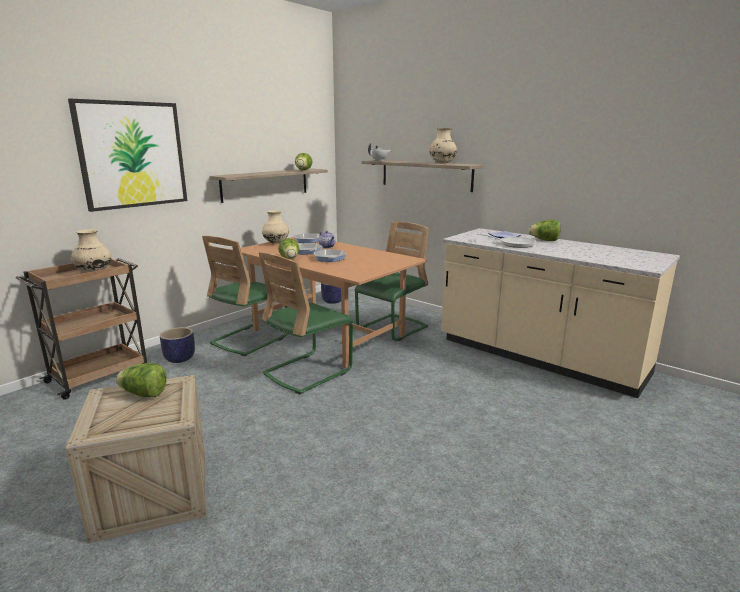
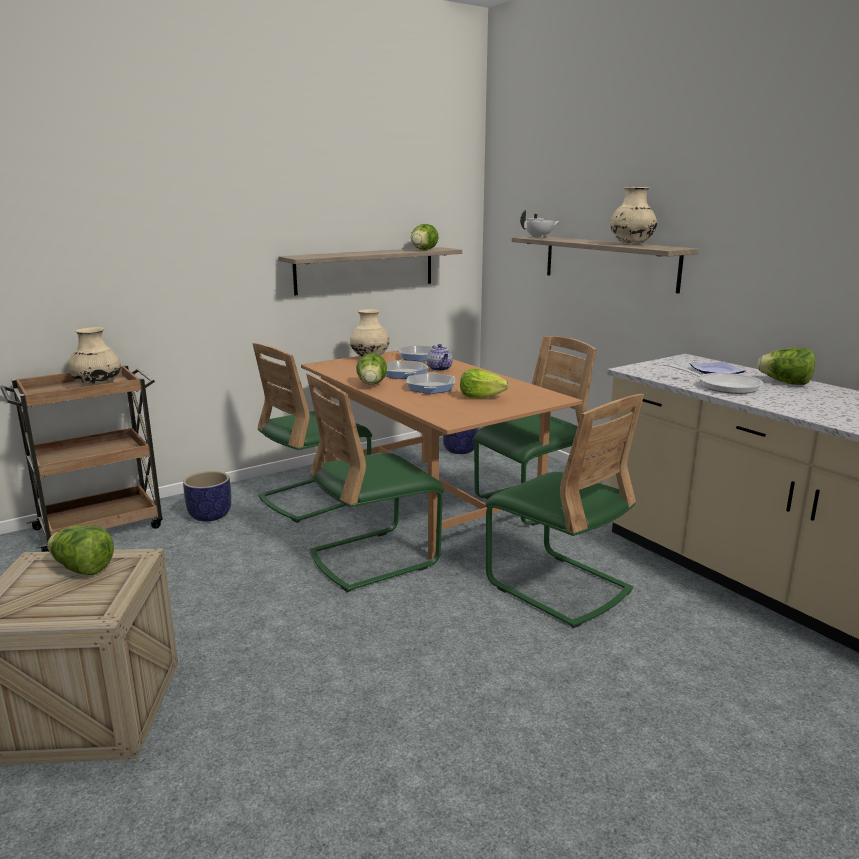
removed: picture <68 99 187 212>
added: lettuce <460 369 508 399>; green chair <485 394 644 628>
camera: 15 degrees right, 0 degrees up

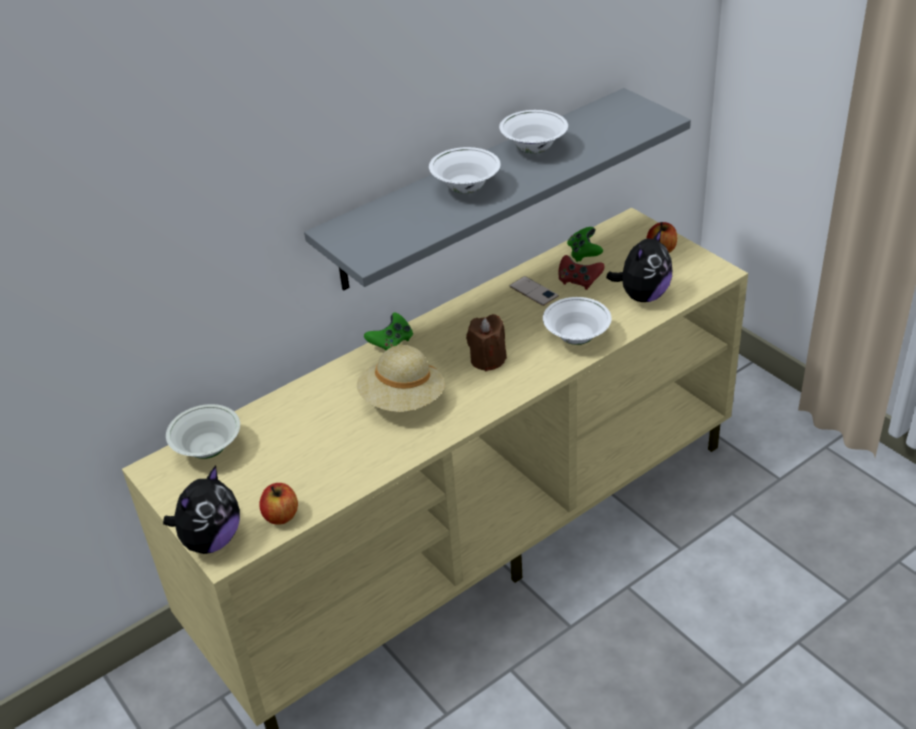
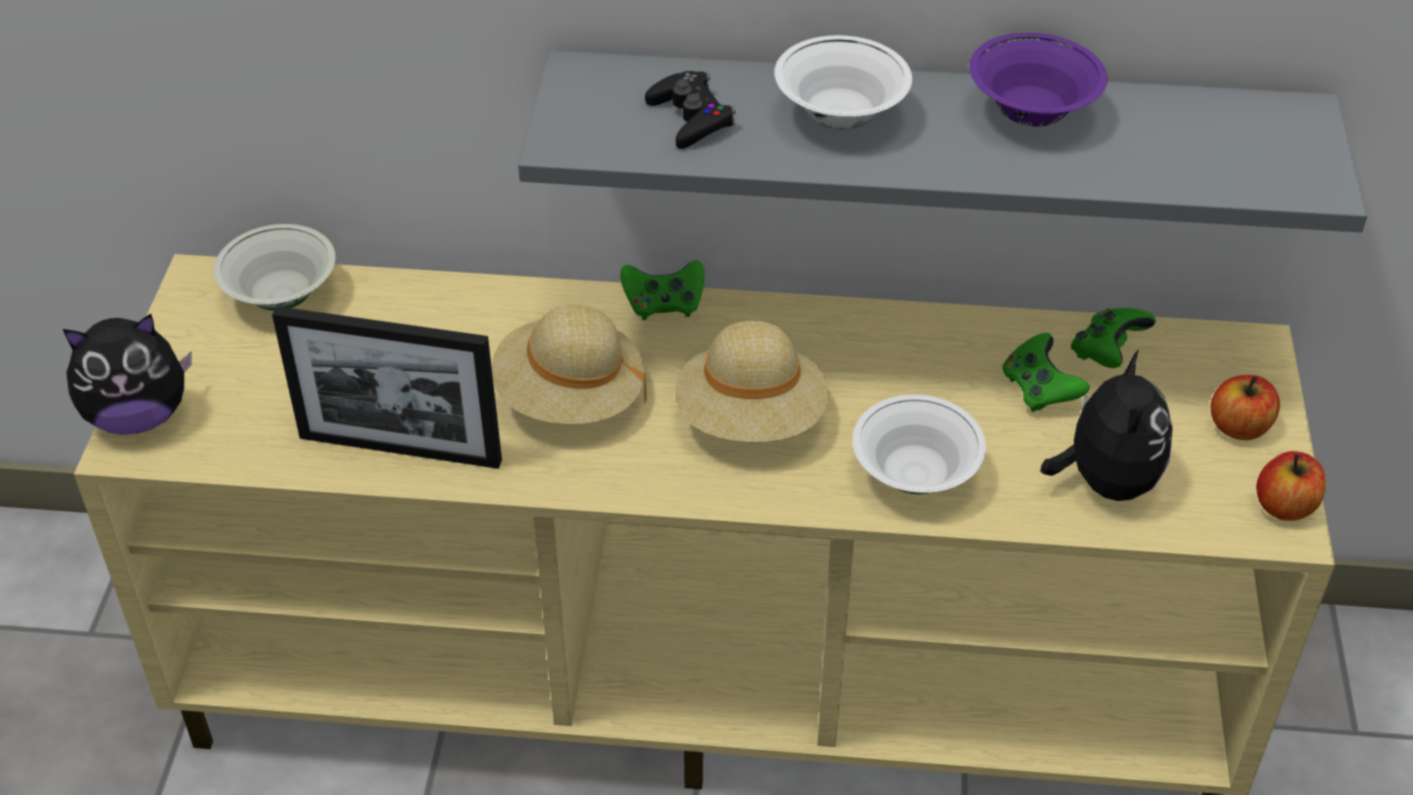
removed: phone <509 276 559 306>
added: black game controller <645 71 735 149>; picture frame <272 306 502 469>
moved: apple <259 483 298 525> to <1256 451 1326 521>
replaced: brown candle <466 314 507 371> to beige hat <675 321 829 442>
recoloured: white bowl <499 110 568 153> to purple bowl <969 33 1107 126>; red game controller <559 255 605 290> to green game controller <1003 333 1090 412>
turned: plush toy <606 229 672 302> = <1040 349 1173 501> 75 degrees counterclockwise
camera: 40 degrees right, 5 degrees up

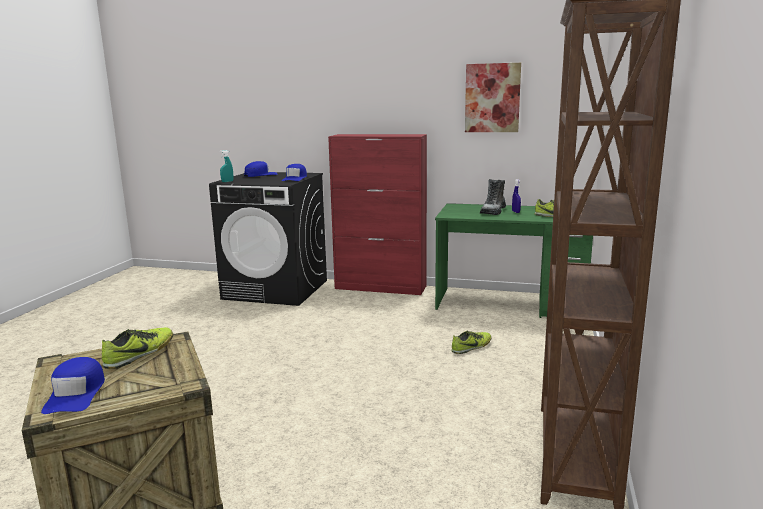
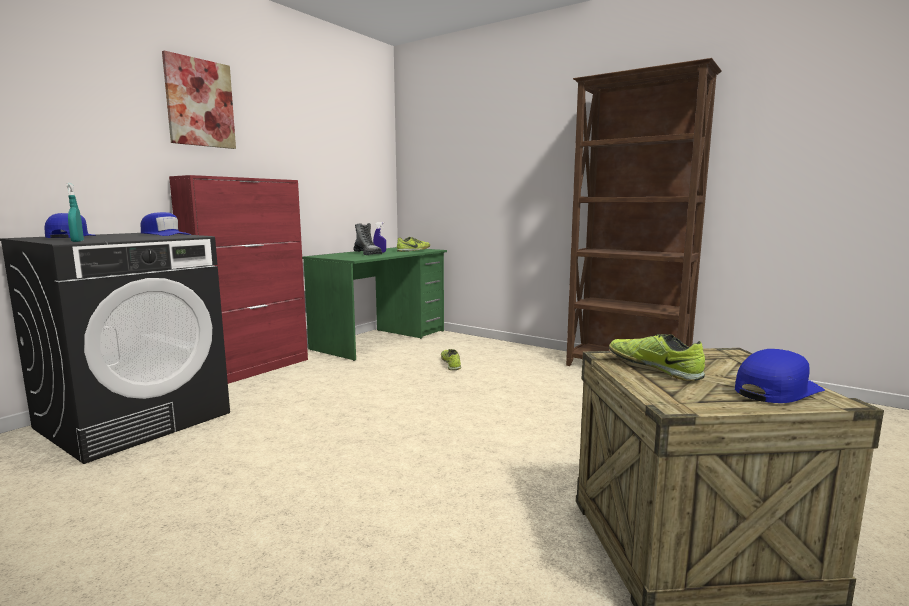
moved: picture <465 63 521 132> to <162 51 236 149>
turned: blue cap <41 357 105 414> = <735 349 825 403> 45 degrees counterclockwise
camera: 70 degrees left, 5 degrees down

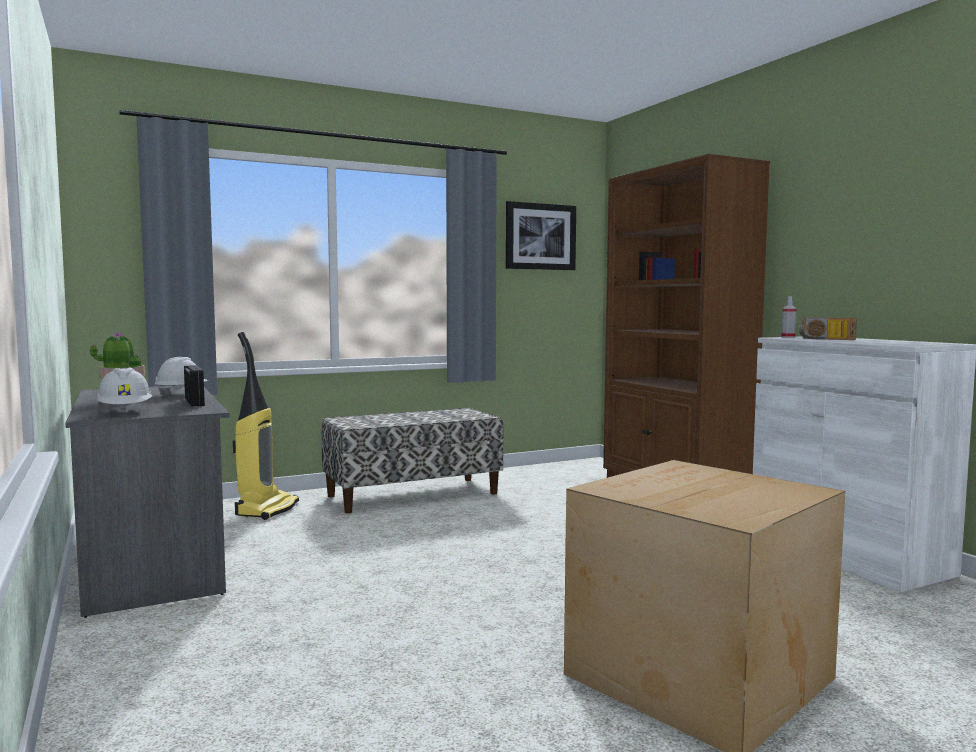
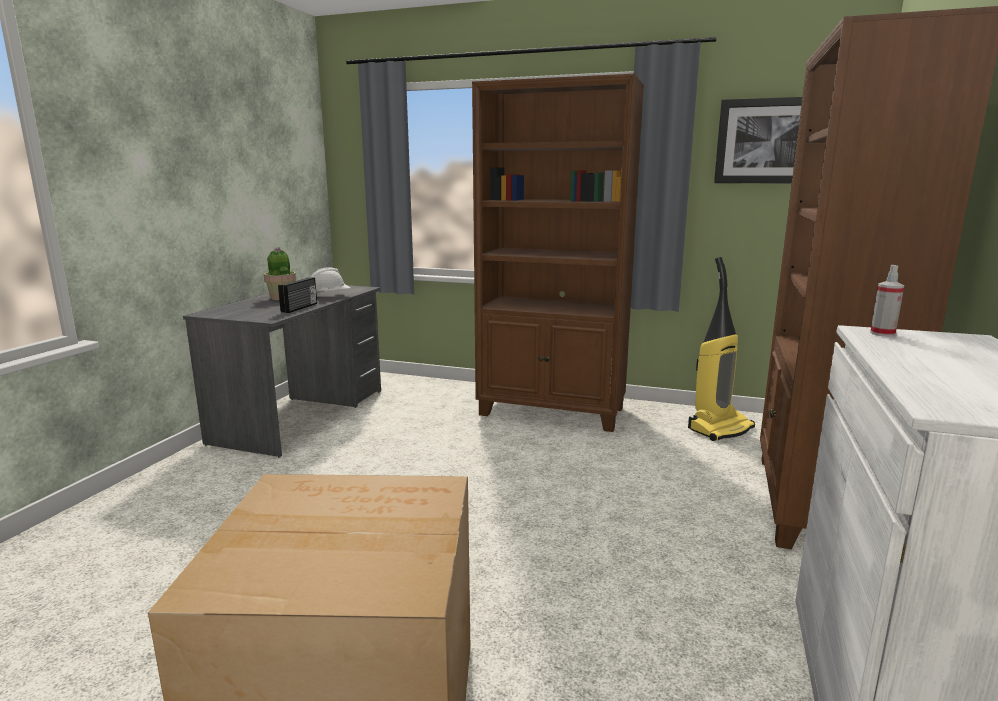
removed: radio <799 317 857 340>; white hard hat <96 368 152 408>
moved: vacuum cleaner <233 332 299 520> to <688 257 755 441>
replaced: bench <321 408 504 513> to brown bookcase <472 74 644 432>
camera: 45 degrees right, 10 degrees up

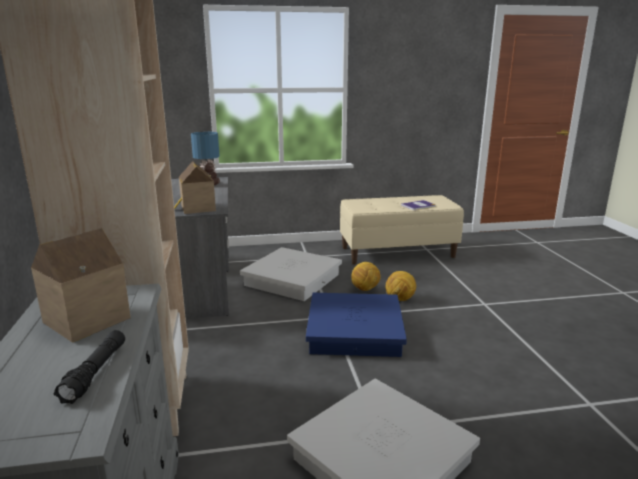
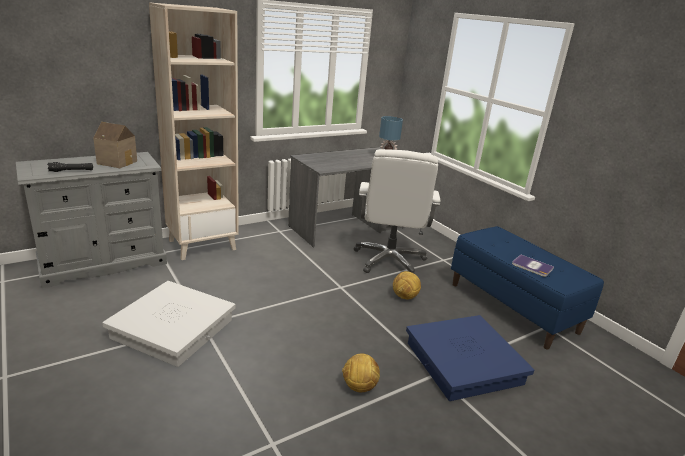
removed: toy house <174 161 216 214>
moved: football <386 271 416 301> to <342 354 380 392>; blue storage box <306 293 407 357> to <406 315 534 401>
replaced: white storage box <240 247 342 301> to white office chair <354 149 441 274>
recoloured: beige bench <340 195 464 265> to blue bench <451 226 604 350>
camera: 65 degrees right, 5 degrees up

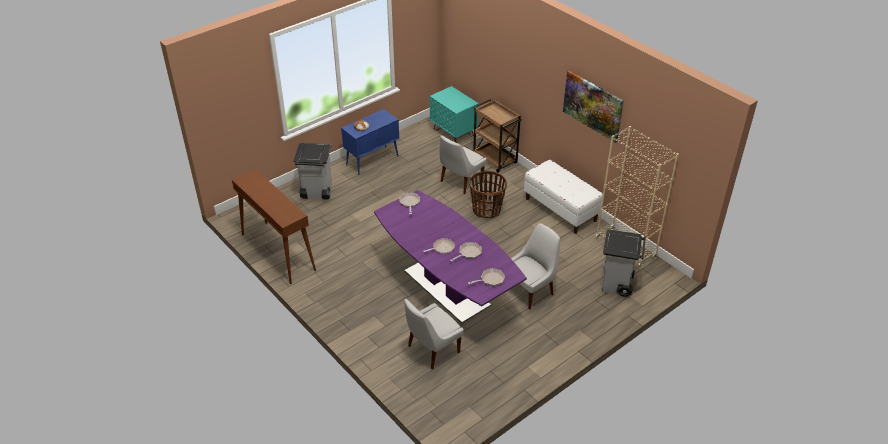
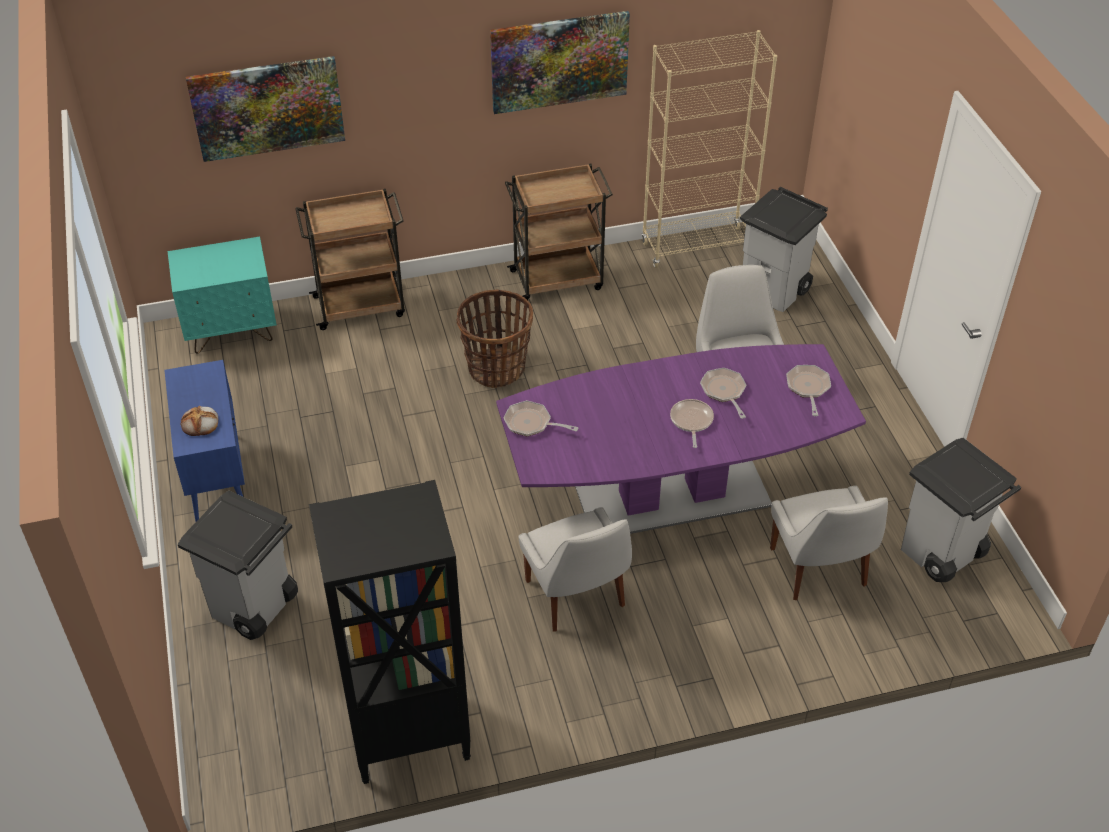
added: picture <186 56 345 162>; grey trash can <901 438 1021 582>
moved: white chair <440 135 487 194> to <518 507 632 632>
replaced: white bench <524 160 603 234> to brown cart <505 164 613 300>; brown console table <232 169 316 284> to black bookcase <309 480 471 784>
camera: 65 degrees left, 5 degrees up

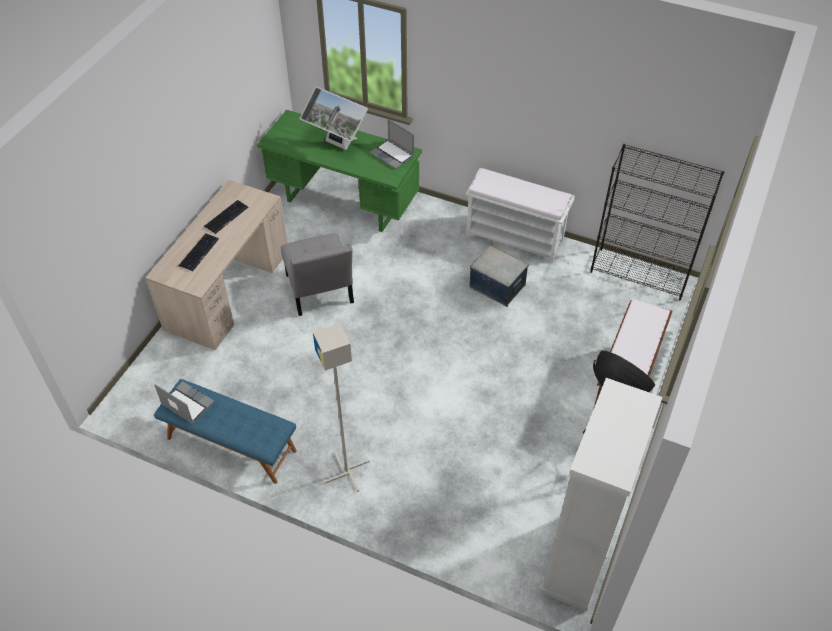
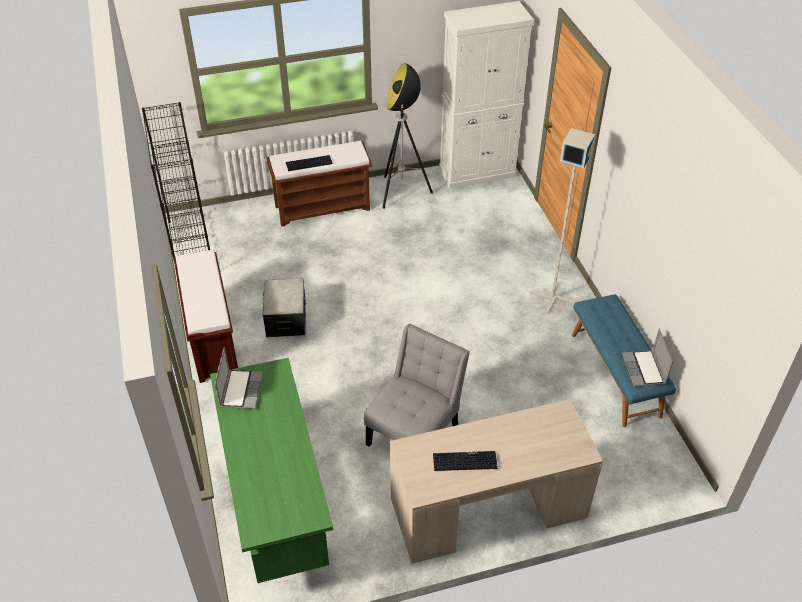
removed: monitor <300 86 368 150>
moved: keyboard <179 233 219 271> to <286 155 333 171>
recoloured: white bench <465 168 575 263> to brown bench <174 250 238 383>
camera: 130 degrees left, 5 degrees down

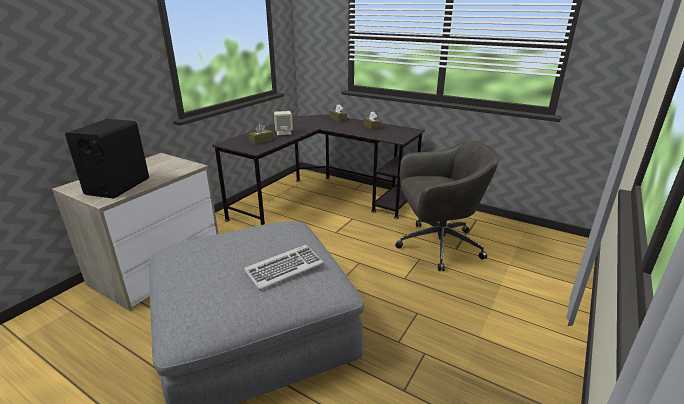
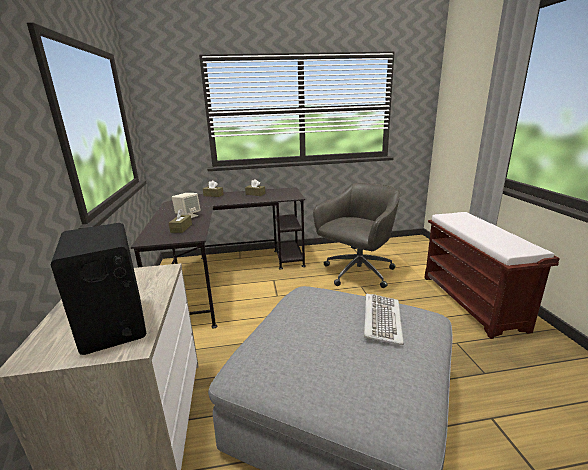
added: brown bench <424 212 560 339>
camera: 40 degrees left, 5 degrees down

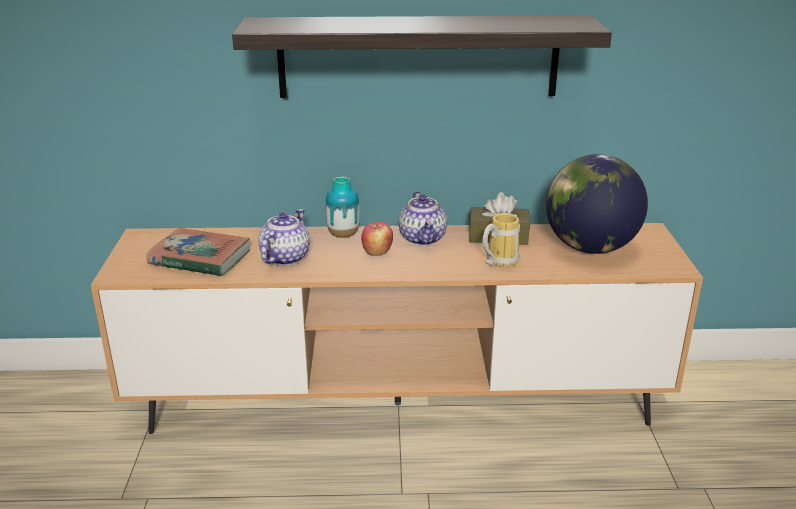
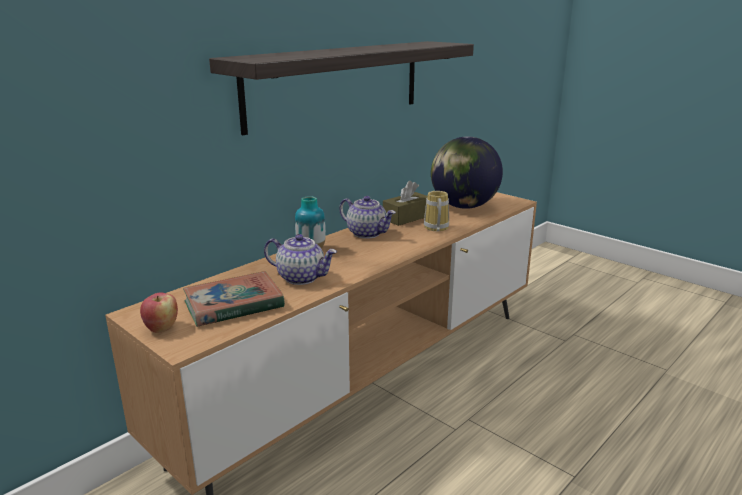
moved: apple <361 222 393 256> to <140 292 178 333>
turned: teapot <258 209 310 266> = <264 234 337 285> 135 degrees clockwise
camera: 45 degrees left, 5 degrees down

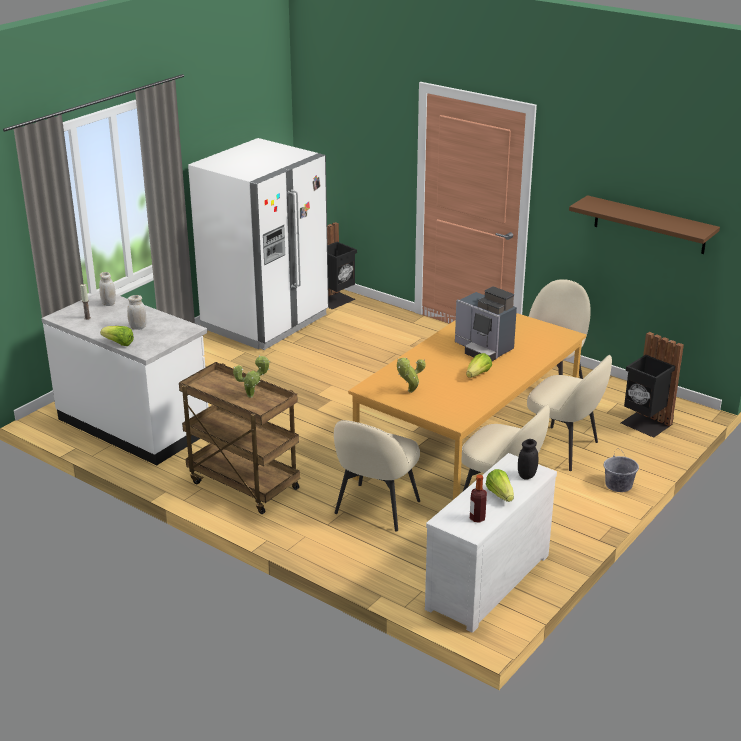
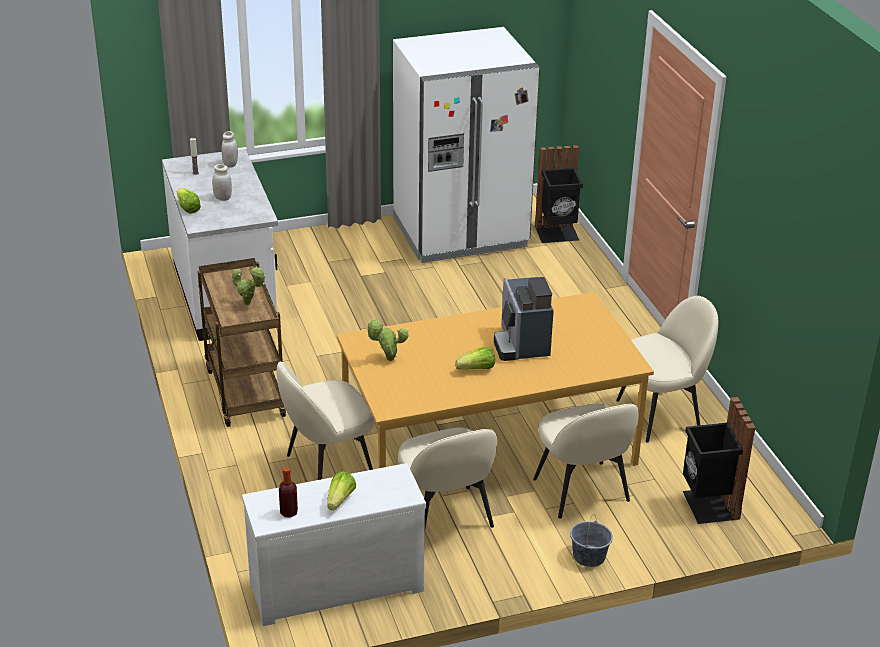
removed: brown shelf <569 195 720 254>; black jar <518 439 538 480>
camera: 35 degrees right, 5 degrees up

